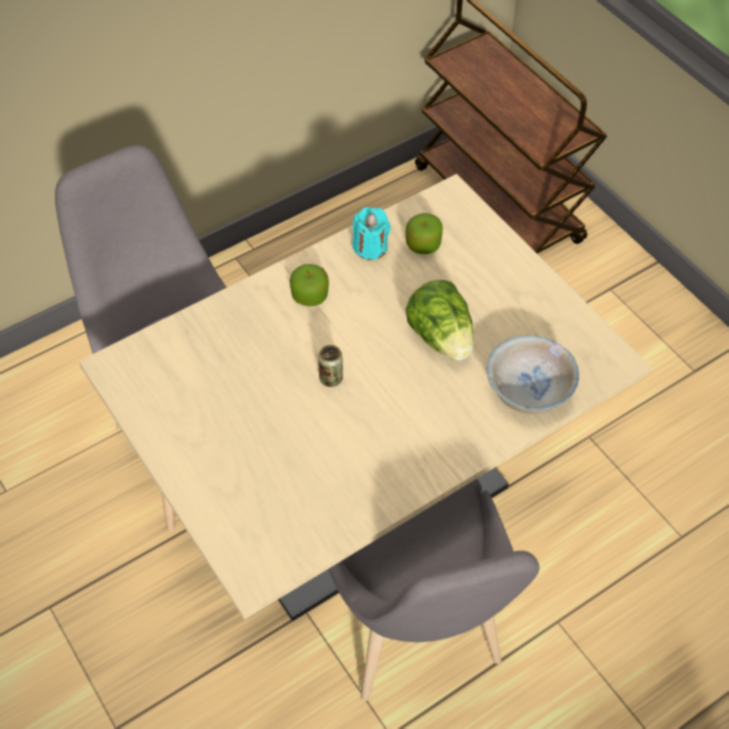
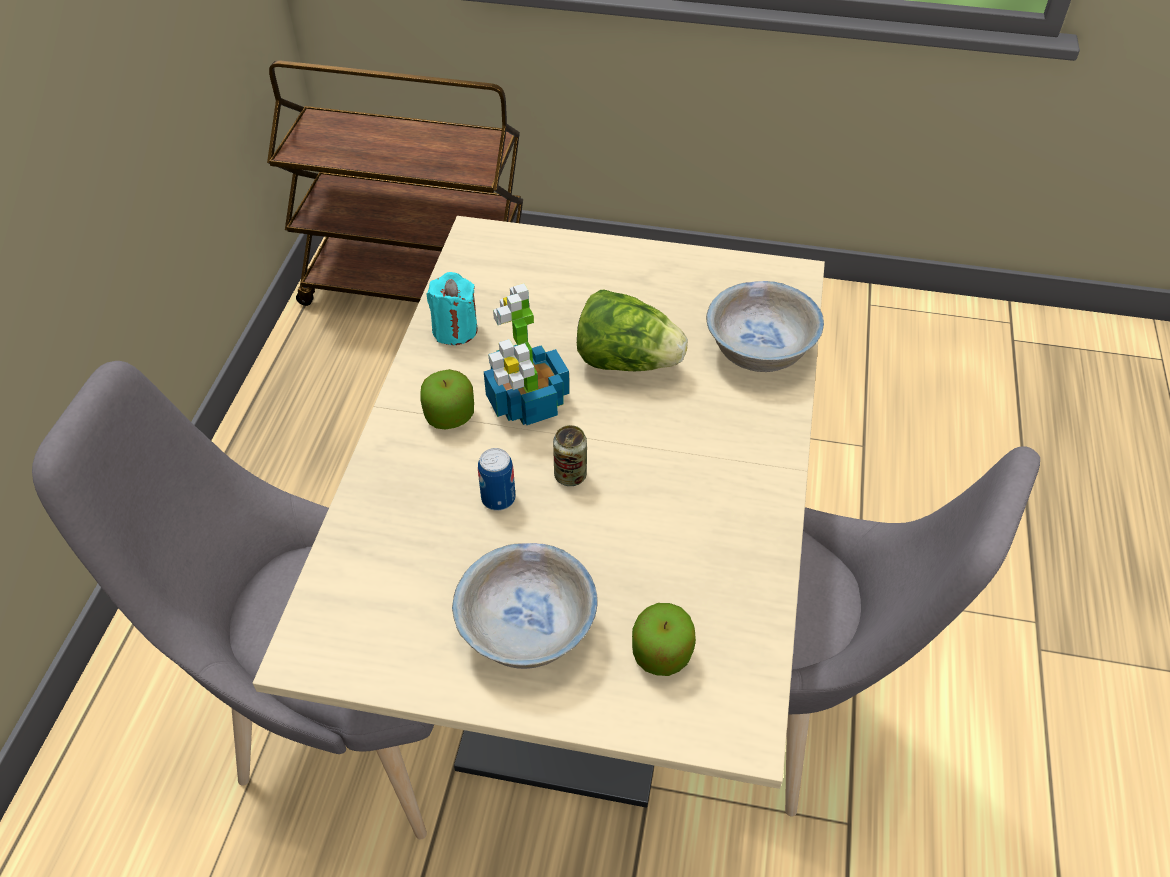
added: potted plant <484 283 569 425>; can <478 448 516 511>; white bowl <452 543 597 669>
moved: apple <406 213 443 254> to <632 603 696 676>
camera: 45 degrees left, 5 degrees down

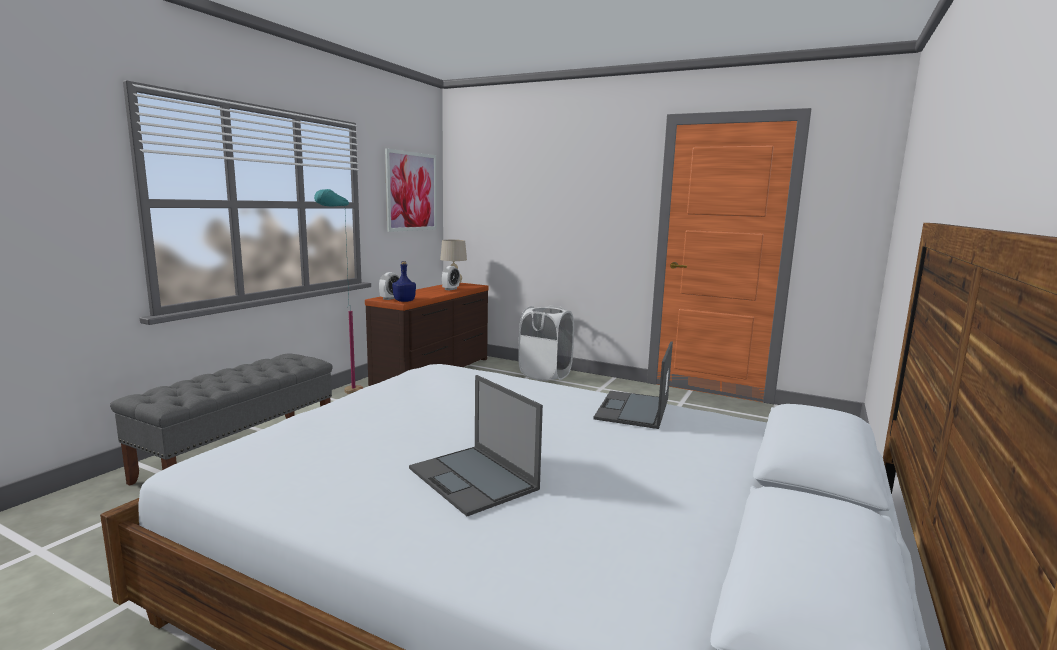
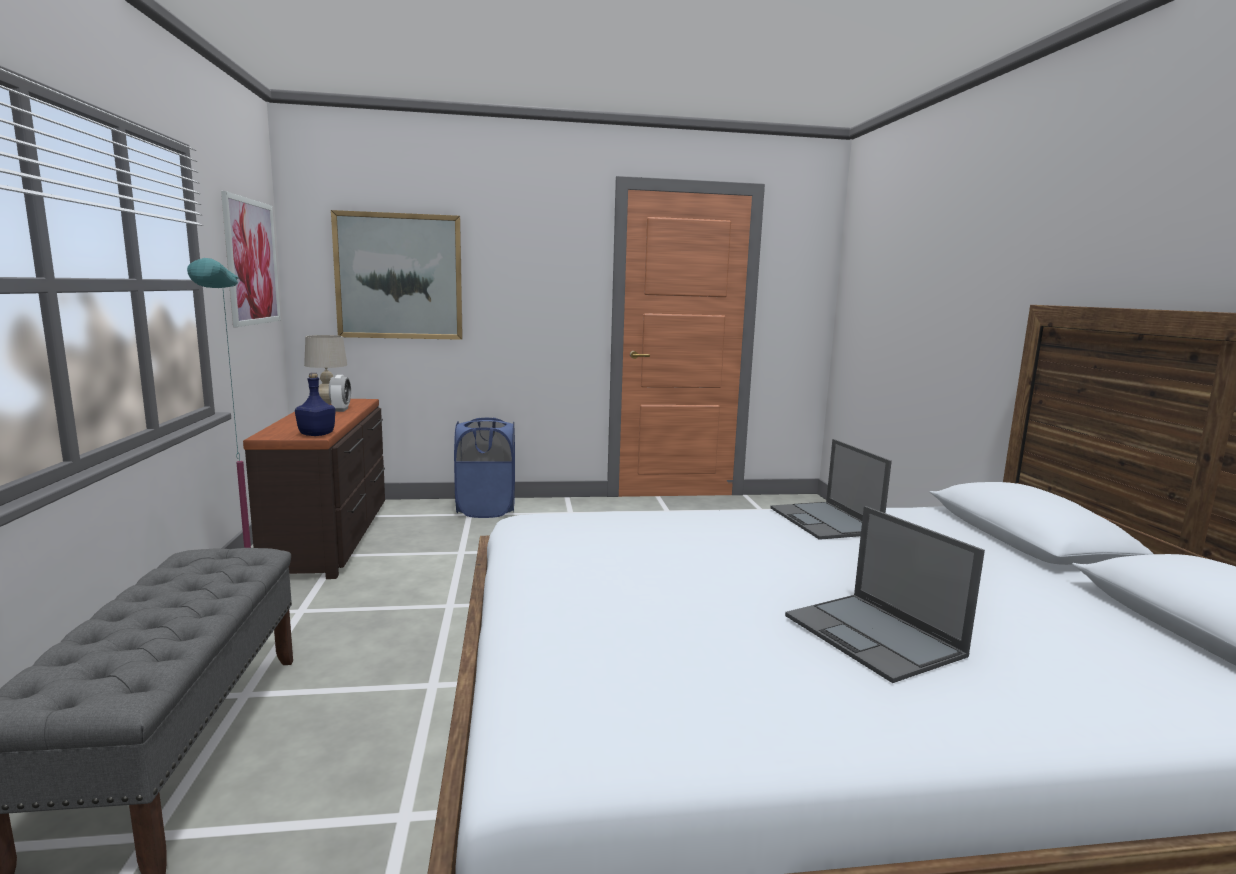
removed: alarm clock <379 272 399 300>
added: picture <331 210 463 340>
recoloured: white laundry basket <518 306 574 381> to blue laundry basket <454 418 515 518>
turned: laptop <409 375 543 516> = <785 506 985 683> 45 degrees clockwise
camera: 35 degrees left, 0 degrees up

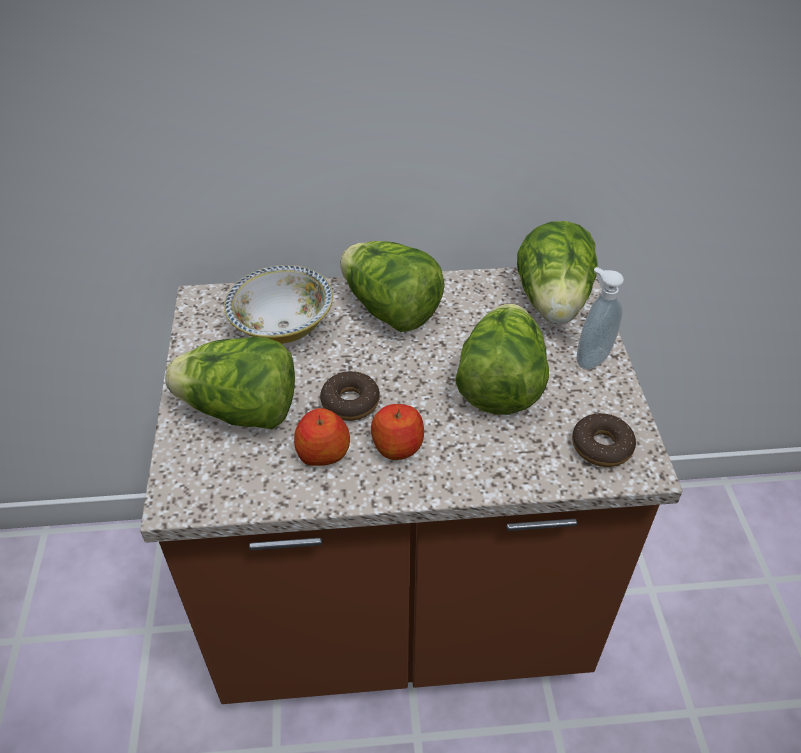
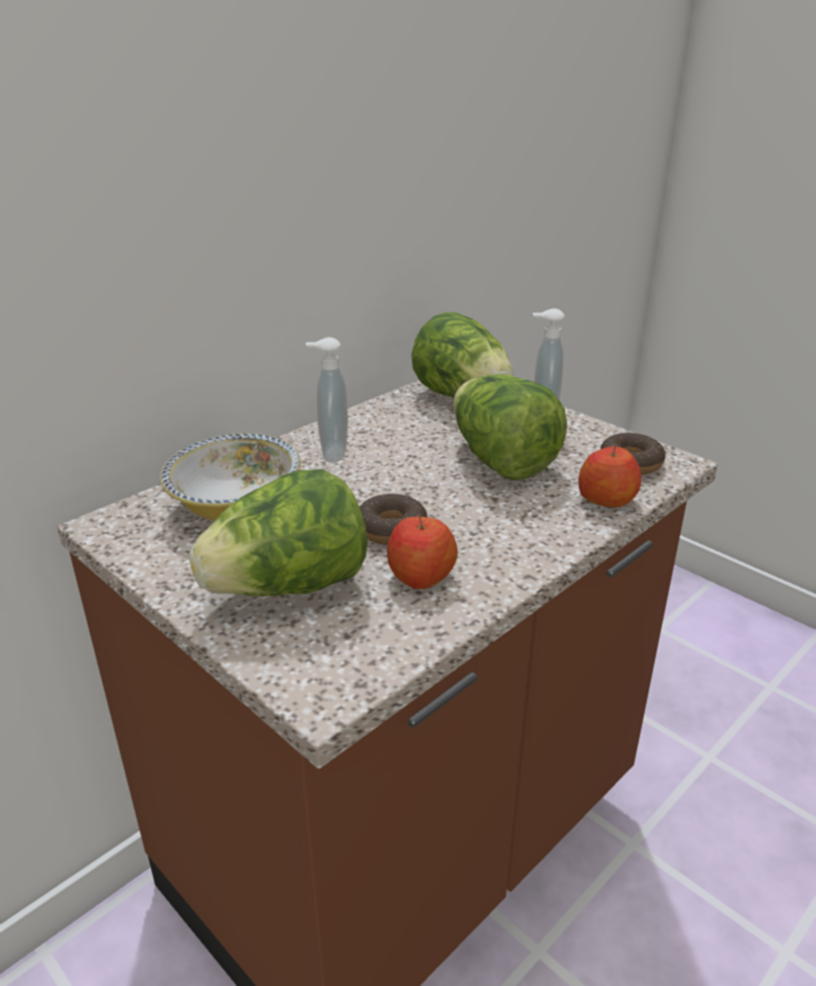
moved: apple <371 404 424 460> to <578 445 641 507>
replaced: lettuce <340 241 445 332> to soap dispenser <306 337 348 463>
camera: 40 degrees left, 15 degrees down

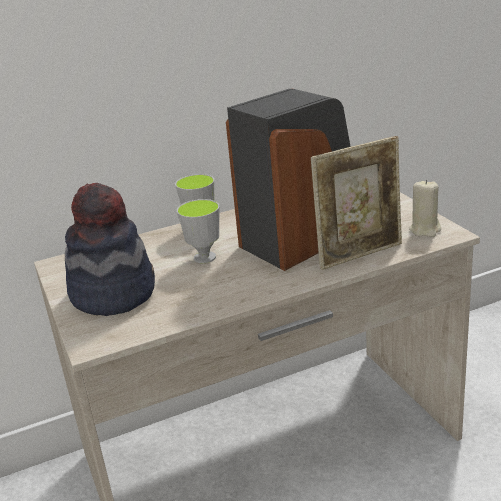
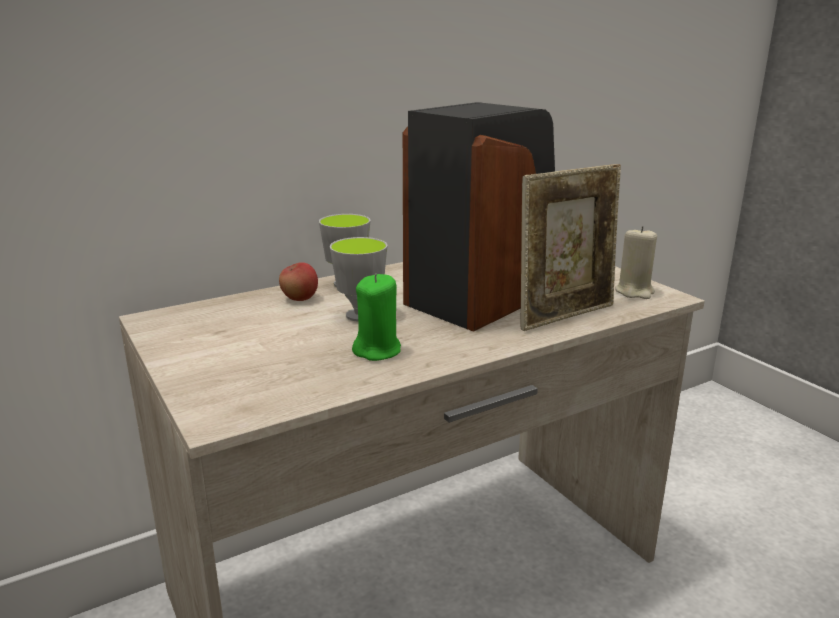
removed: hat <65 183 155 316>
added: apple <279 262 318 301>; green candle <352 274 401 361>
camera: 10 degrees left, 5 degrees down

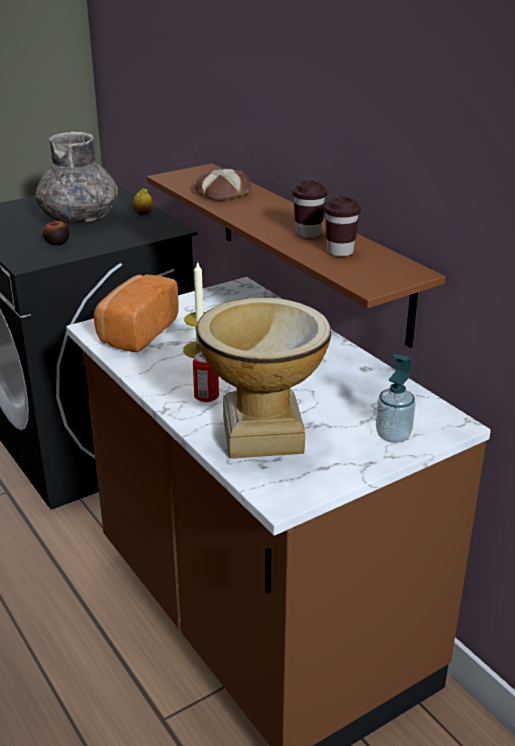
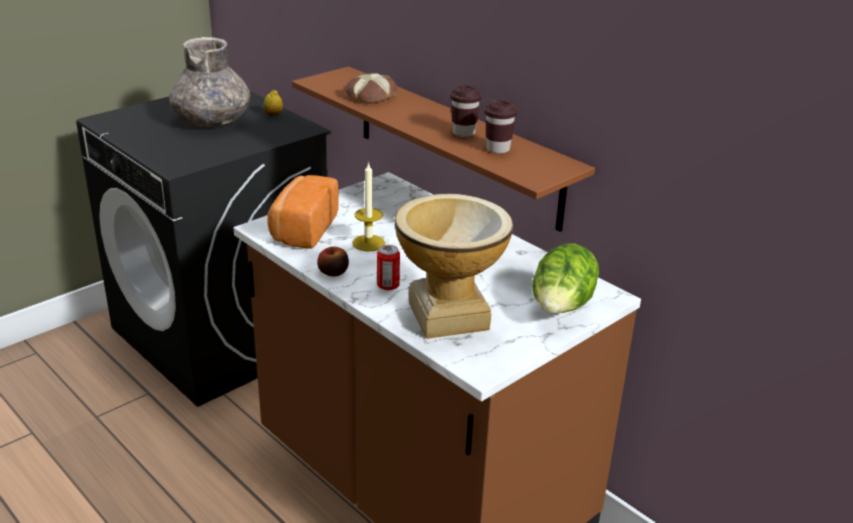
moved: apple <43 220 70 245> to <317 247 349 276>
replaced: soap dispenser <376 354 416 443> to lettuce <532 243 599 314>
camera: 10 degrees left, 0 degrees up

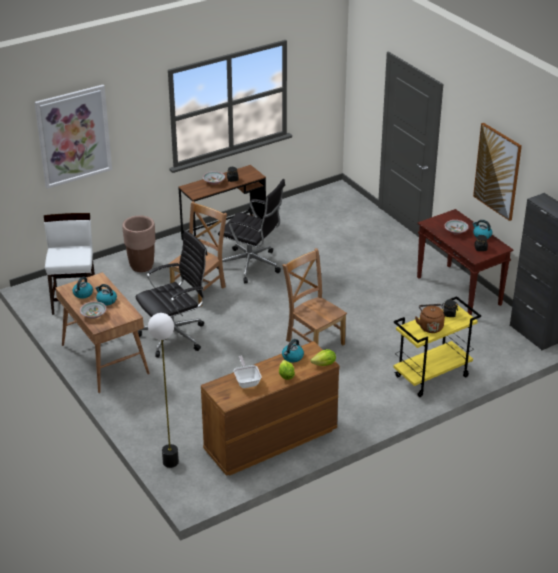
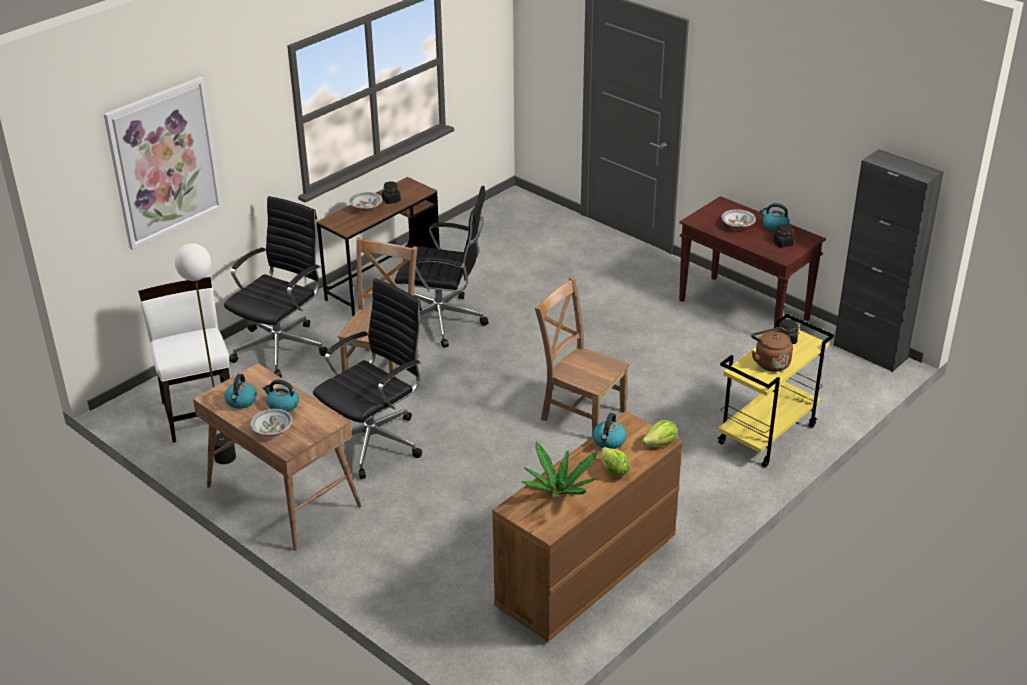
removed: picture <473 123 522 221>
moved: floor lamp <148 313 179 468> to <175 243 236 464>
replaced: brown planter <122 216 155 272> to black office chair <224 196 328 378>; frying pan <233 355 262 388> to potted plant <522 441 598 497>
camera: 15 degrees left, 0 degrees up

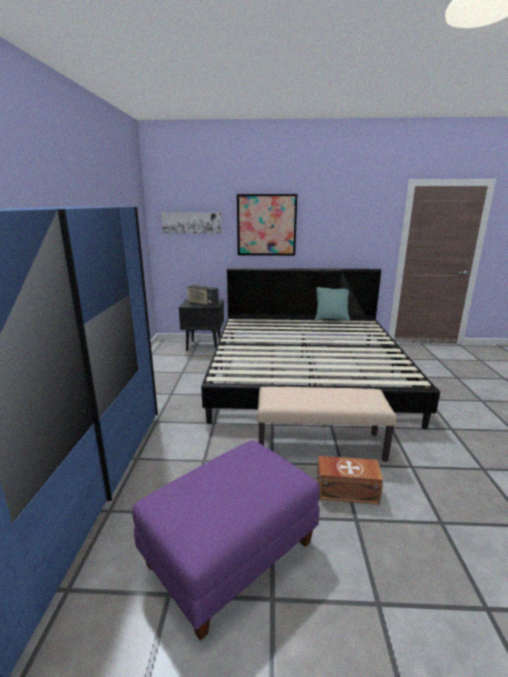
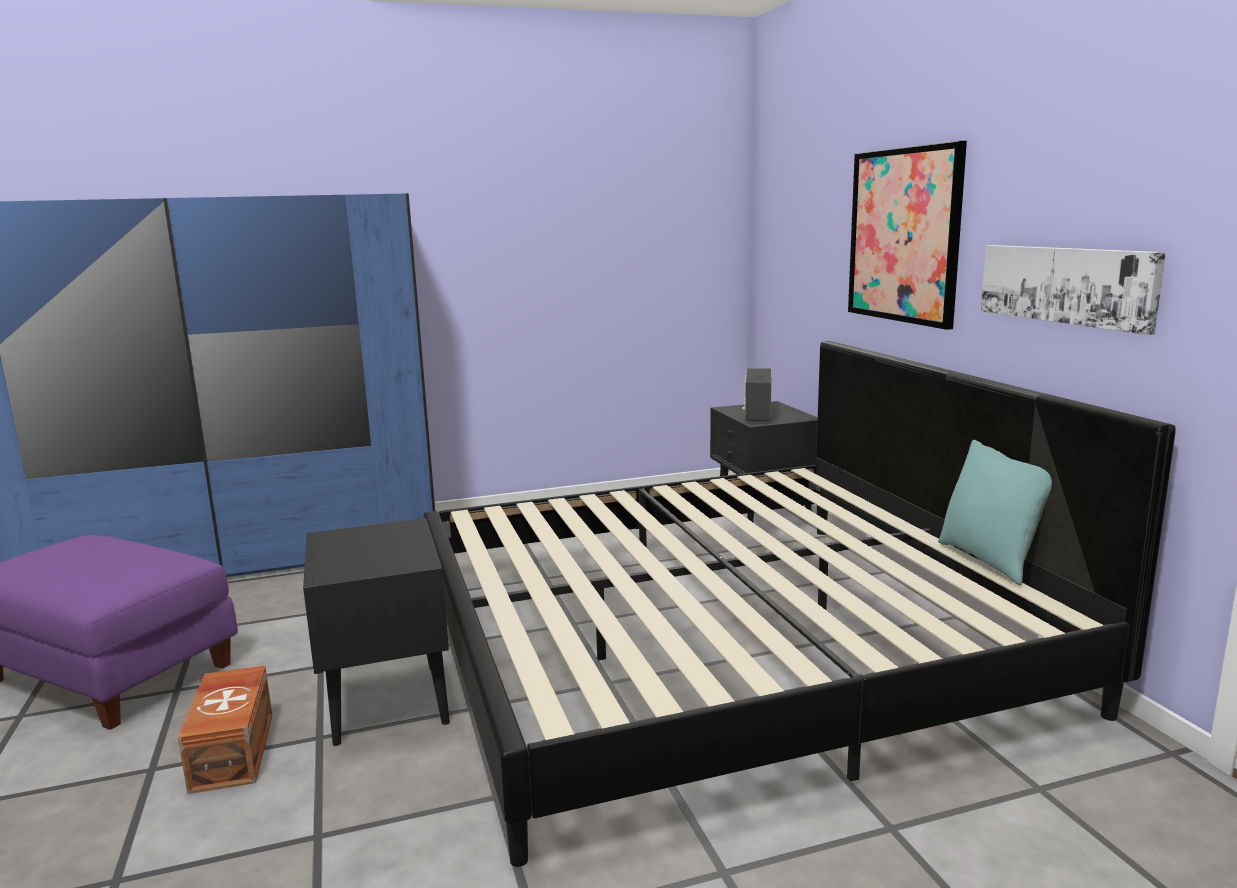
moved: picture <161 212 222 233> to <981 245 1166 335>
replaced: beige bench <257 387 397 462> to black nightstand <303 518 450 746>
camera: 70 degrees right, 5 degrees down

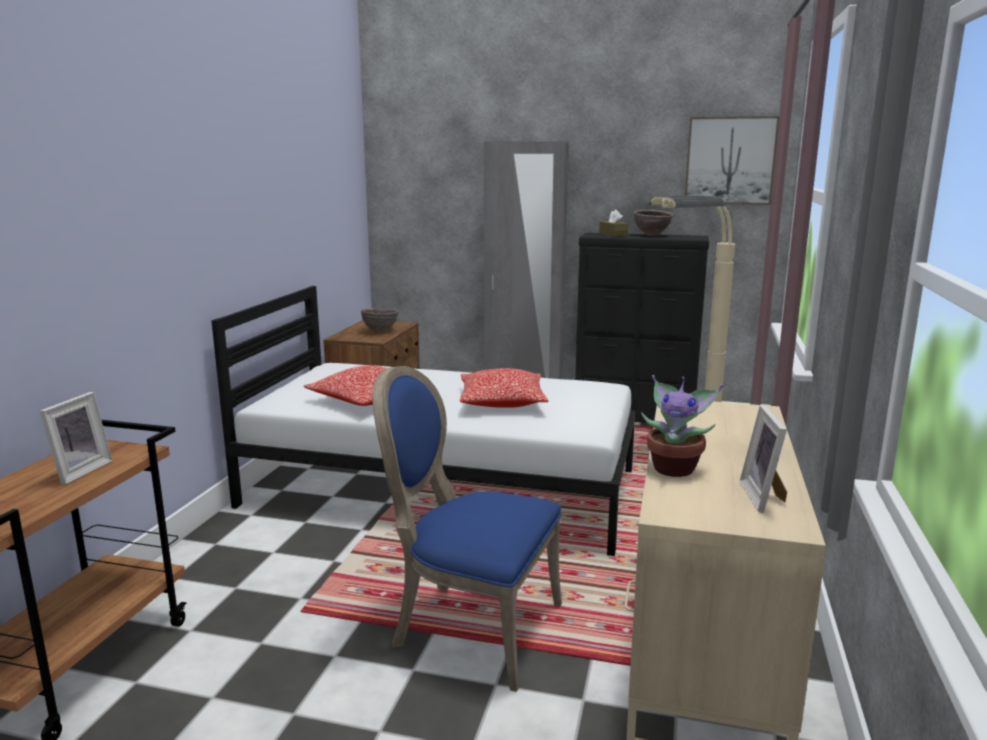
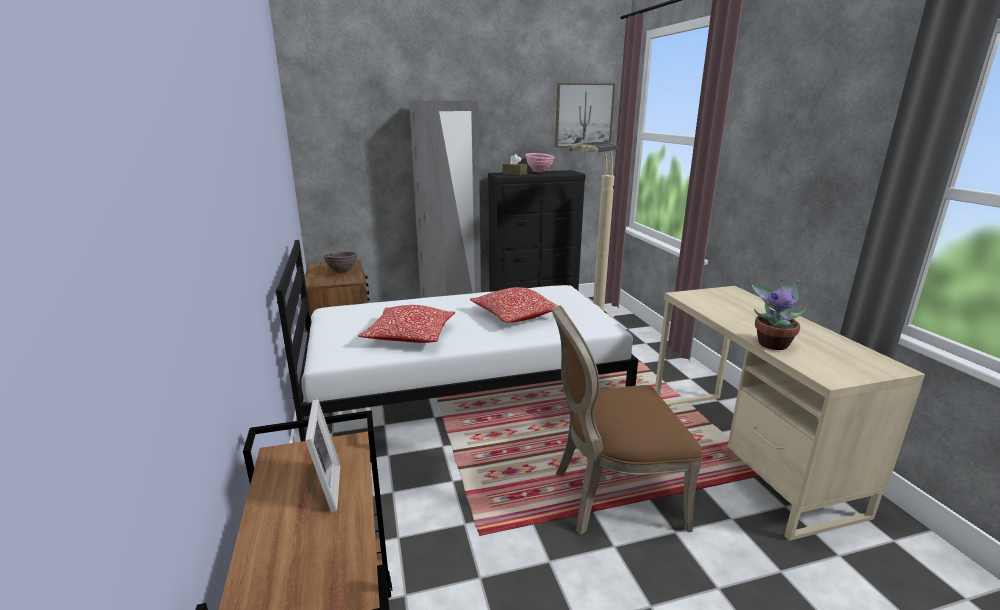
removed: picture frame <740 405 787 513>
recoloured: brown bowl <633 210 673 236> to pink bowl <525 153 555 173>; blue chair <373 366 562 692> to brown chair <551 305 703 535>
camera: 30 degrees left, 5 degrees up

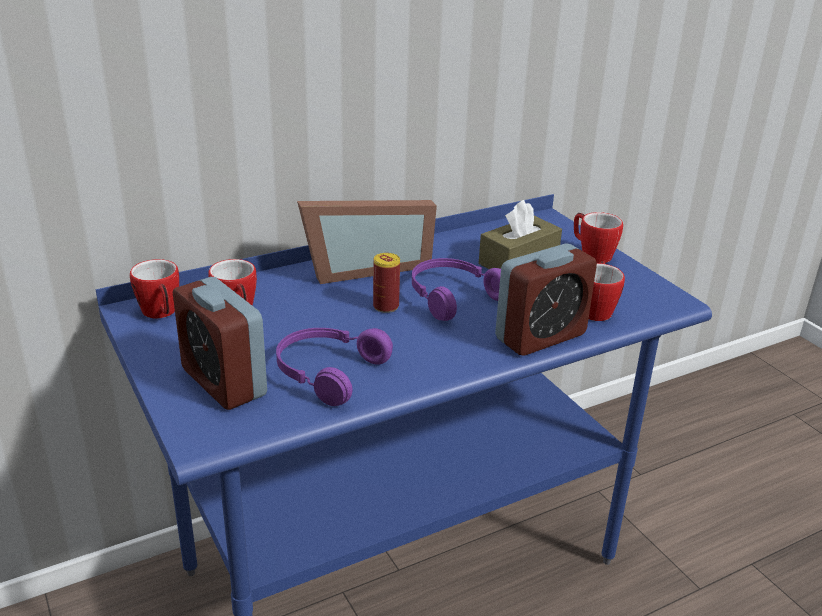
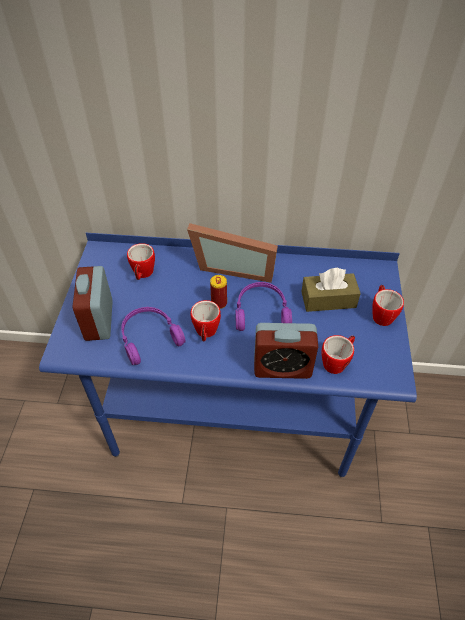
moved: mug <130 259 179 318> to <191 300 221 342>
camera: 35 degrees right, 20 degrees up

